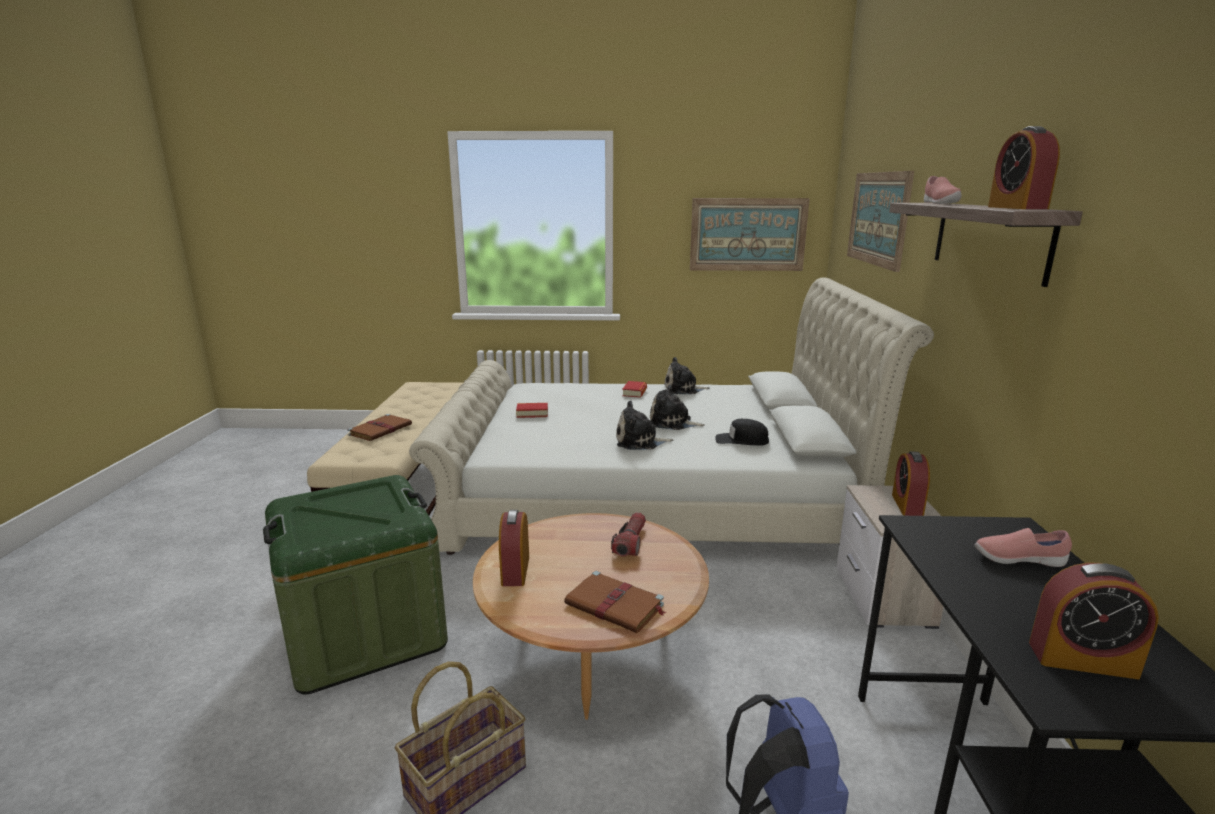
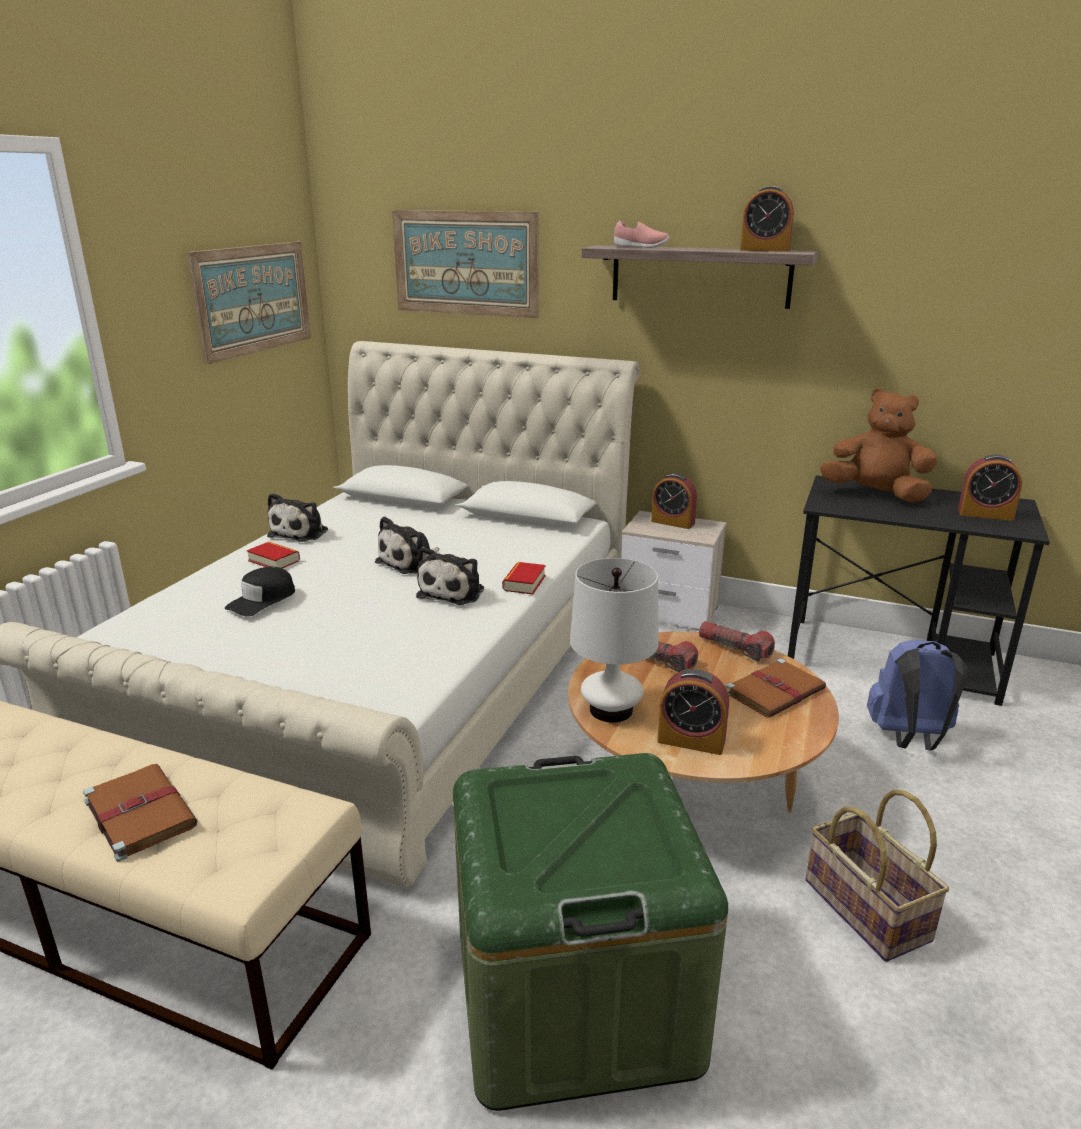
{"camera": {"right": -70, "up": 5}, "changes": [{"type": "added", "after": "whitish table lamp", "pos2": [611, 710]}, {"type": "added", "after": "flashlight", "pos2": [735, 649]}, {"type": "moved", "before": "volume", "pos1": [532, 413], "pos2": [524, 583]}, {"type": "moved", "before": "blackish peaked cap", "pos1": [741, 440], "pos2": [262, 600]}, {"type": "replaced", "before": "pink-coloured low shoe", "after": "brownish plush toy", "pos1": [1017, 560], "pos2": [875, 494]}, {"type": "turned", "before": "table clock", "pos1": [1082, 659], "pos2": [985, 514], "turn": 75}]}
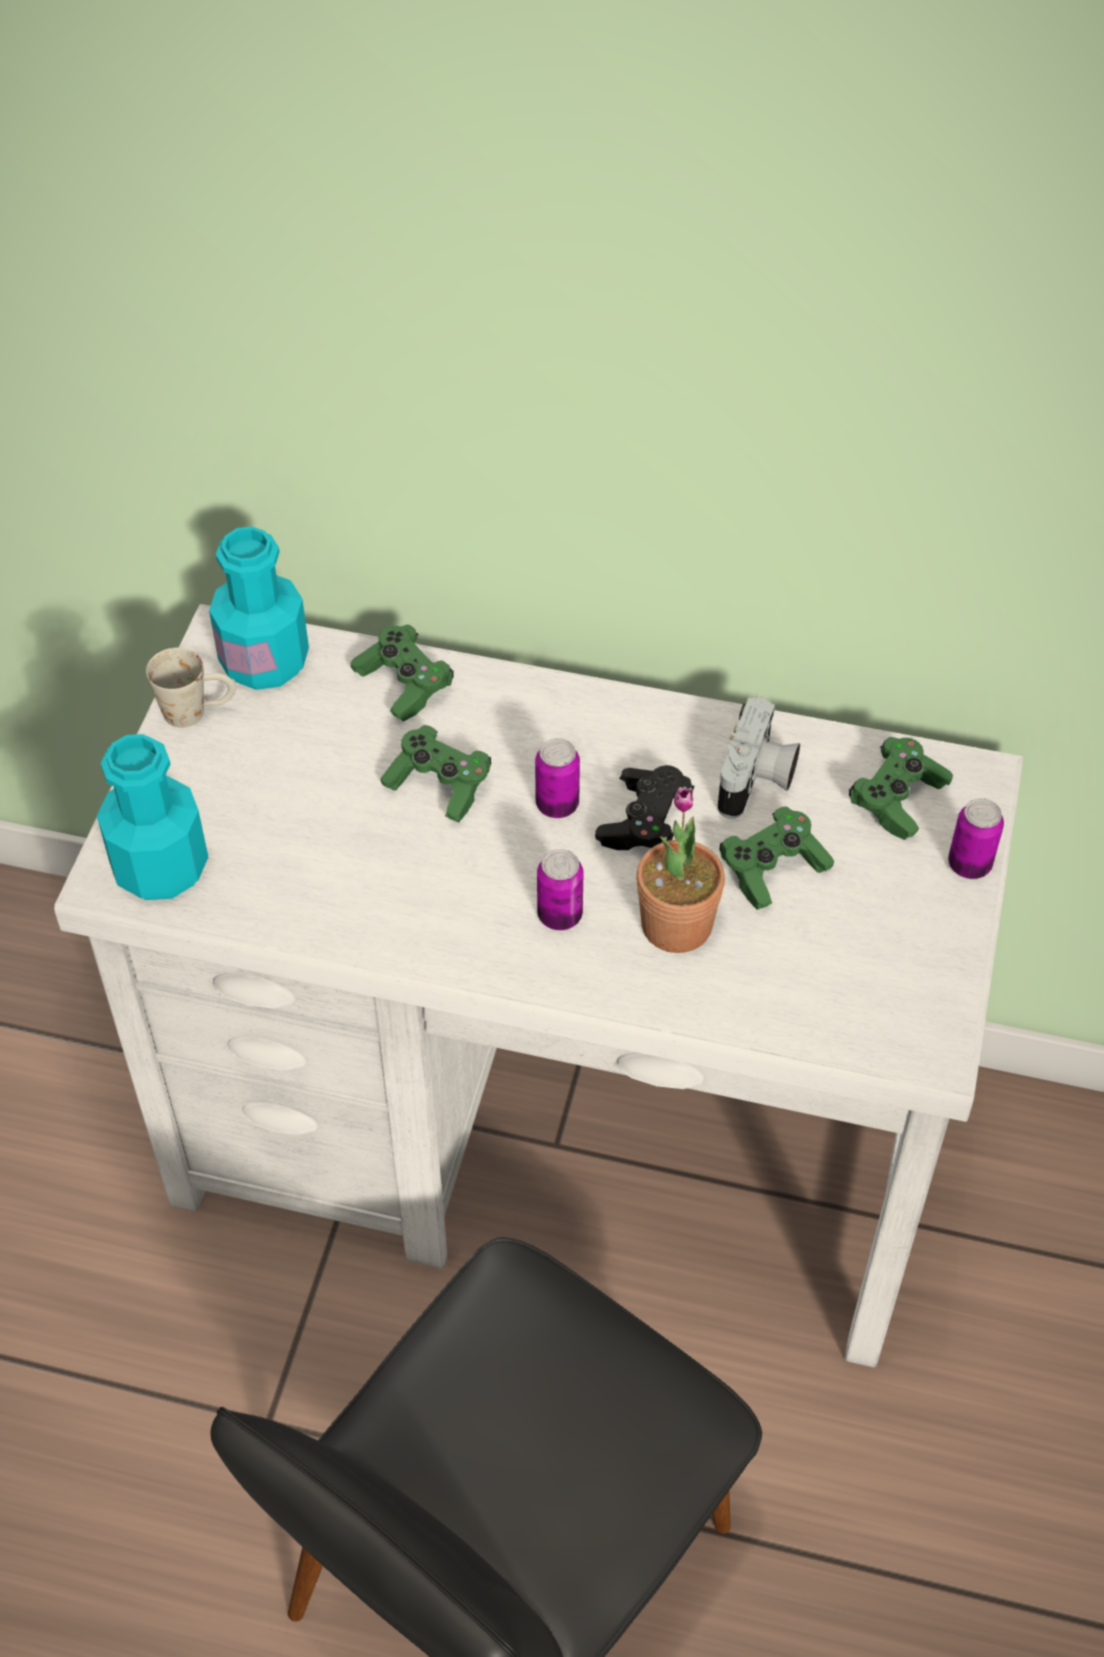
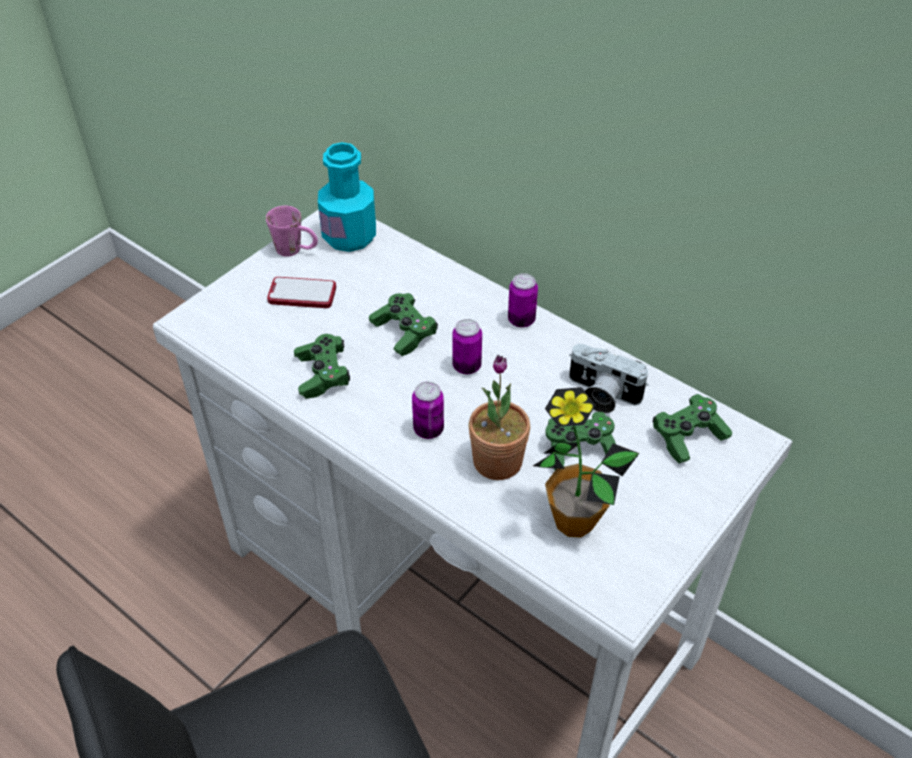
{"camera": {"right": 25, "up": -5}, "changes": [{"type": "removed", "before": "turquoise drink bottle", "pos1": [160, 867]}, {"type": "removed", "before": "blackish joypad", "pos1": [644, 821]}, {"type": "added", "after": "handset", "pos2": [302, 294]}, {"type": "added", "after": "houseplant", "pos2": [574, 521]}, {"type": "moved", "before": "green joypad", "pos1": [404, 684], "pos2": [322, 374]}, {"type": "moved", "before": "metal can", "pos1": [969, 865], "pos2": [521, 320]}, {"type": "recoloured", "before": "whitish tea mug", "after": "pink-coloured tea mug", "pos1": [198, 711], "pos2": [296, 250]}, {"type": "turned", "before": "still camera", "pos1": [757, 780], "pos2": [601, 394], "turn": 75}]}
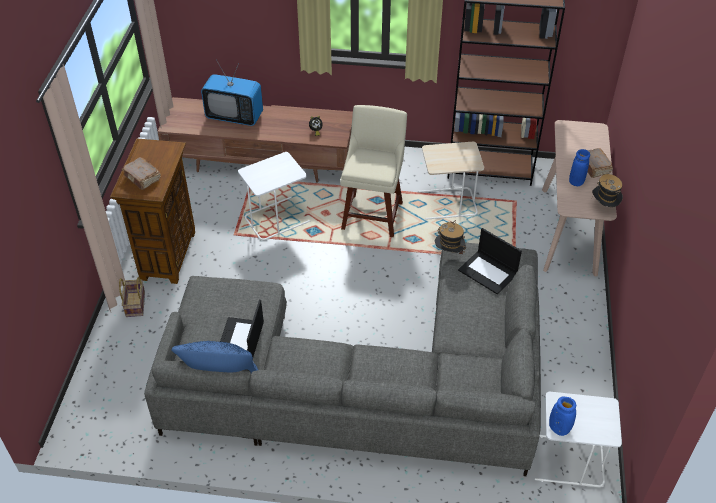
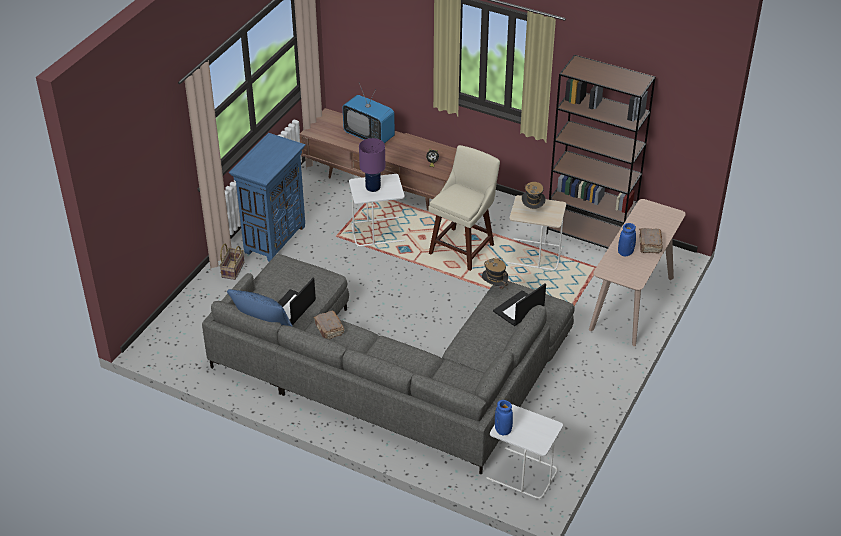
{"camera": {"right": 20, "up": -5}, "changes": [{"type": "added", "after": "purple table lamp", "pos2": [373, 189]}, {"type": "moved", "before": "brownish volume", "pos1": [142, 178], "pos2": [329, 329]}, {"type": "moved", "before": "clothing hat", "pos1": [603, 207], "pos2": [532, 210]}, {"type": "recoloured", "before": "brownish cupboard", "after": "blue-coloured cupboard", "pos1": [167, 255], "pos2": [274, 239]}, {"type": "turned", "before": "portable computer", "pos1": [488, 272], "pos2": [518, 309], "turn": 75}]}
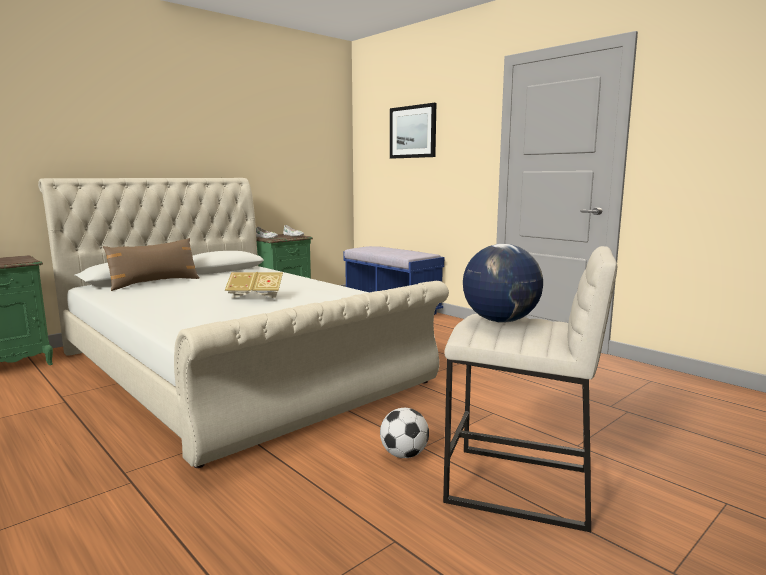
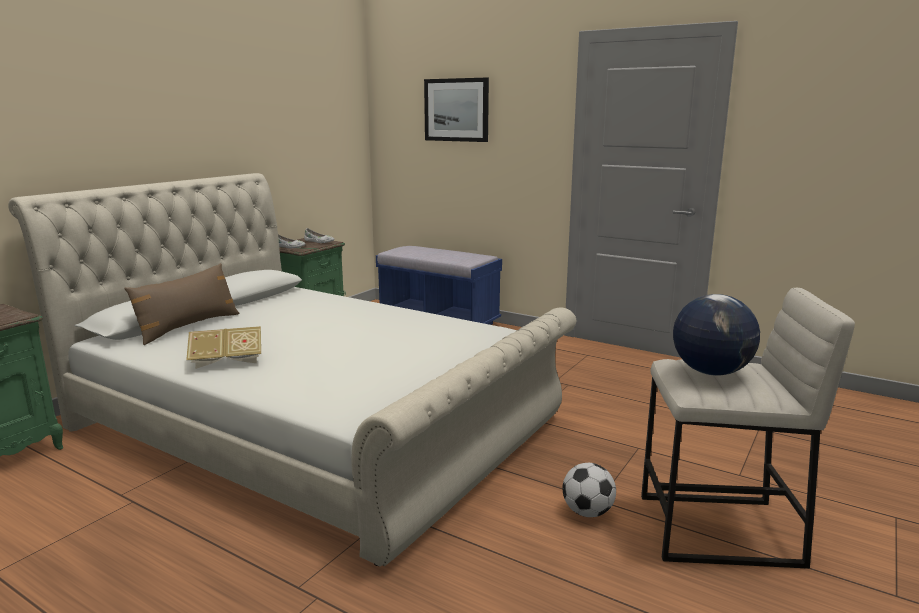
{"camera": {"right": -15, "up": 5}, "changes": [{"type": "moved", "before": "volume", "pos1": [255, 296], "pos2": [227, 361]}]}
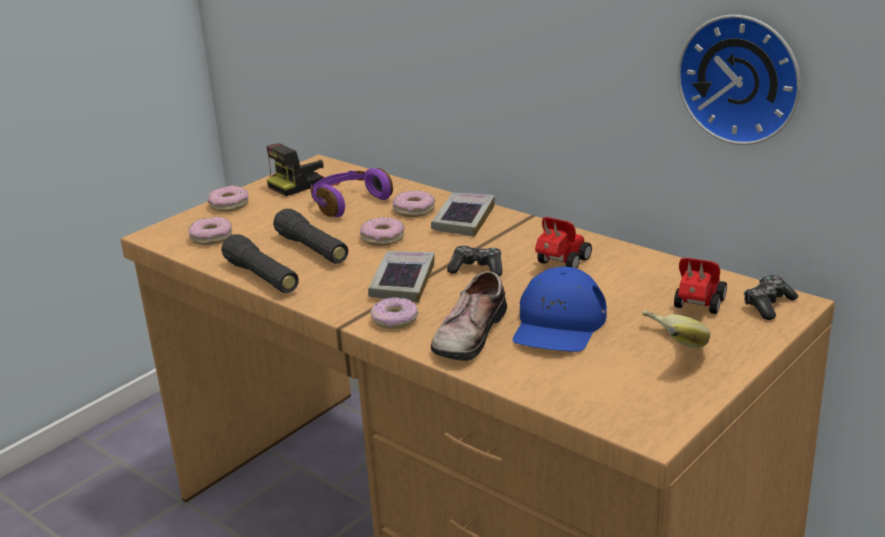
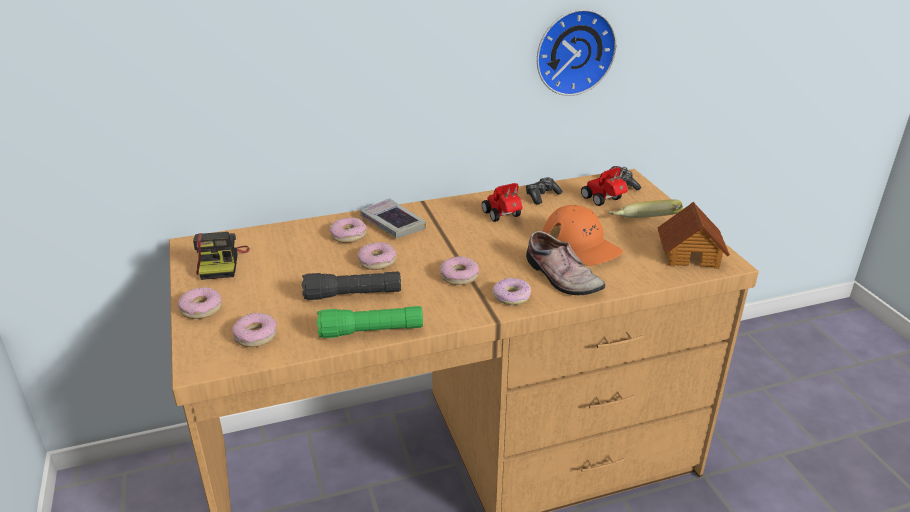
{"camera": {"right": -60, "up": 5}, "changes": [{"type": "removed", "before": "purple headphones", "pos1": [348, 203]}, {"type": "added", "after": "miniature house", "pos2": [690, 254]}, {"type": "moved", "before": "joypad", "pos1": [477, 269], "pos2": [542, 196]}, {"type": "replaced", "before": "volume", "after": "donut", "pos1": [402, 282], "pos2": [458, 276]}, {"type": "recoloured", "before": "blackish flashlight", "after": "green flashlight", "pos1": [262, 277], "pos2": [371, 331]}, {"type": "recoloured", "before": "blue-coloured peaked cap", "after": "orangey peaked cap", "pos1": [558, 324], "pos2": [581, 245]}]}
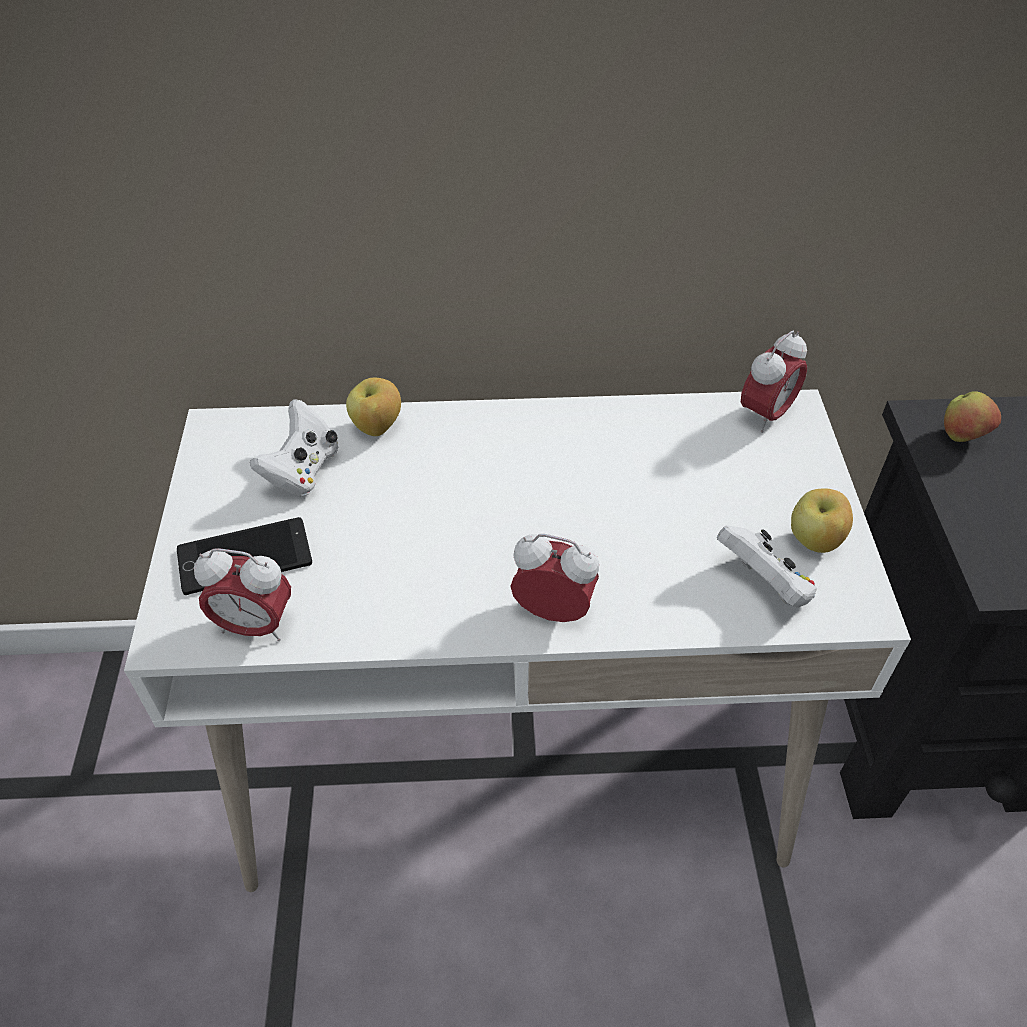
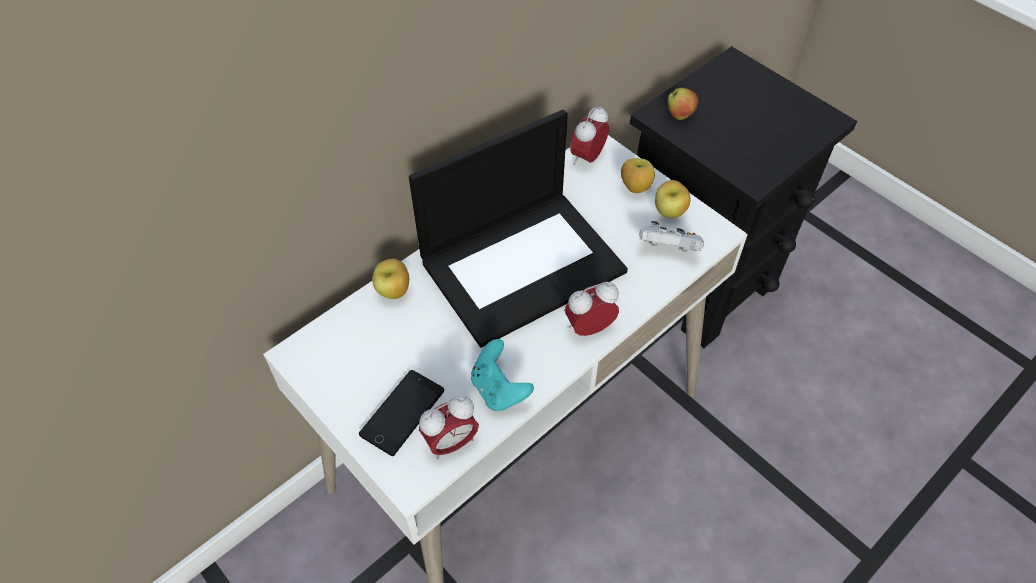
{"camera": {"right": -40, "up": 5}, "changes": [{"type": "removed", "before": "whitish joypad", "pos1": [302, 470]}, {"type": "added", "after": "portable computer", "pos2": [523, 264]}, {"type": "added", "after": "turquoise joypad", "pos2": [499, 389]}, {"type": "added", "after": "apple", "pos2": [635, 188]}, {"type": "turned", "before": "table clock", "pos1": [765, 415], "pos2": [587, 157], "turn": -150}]}
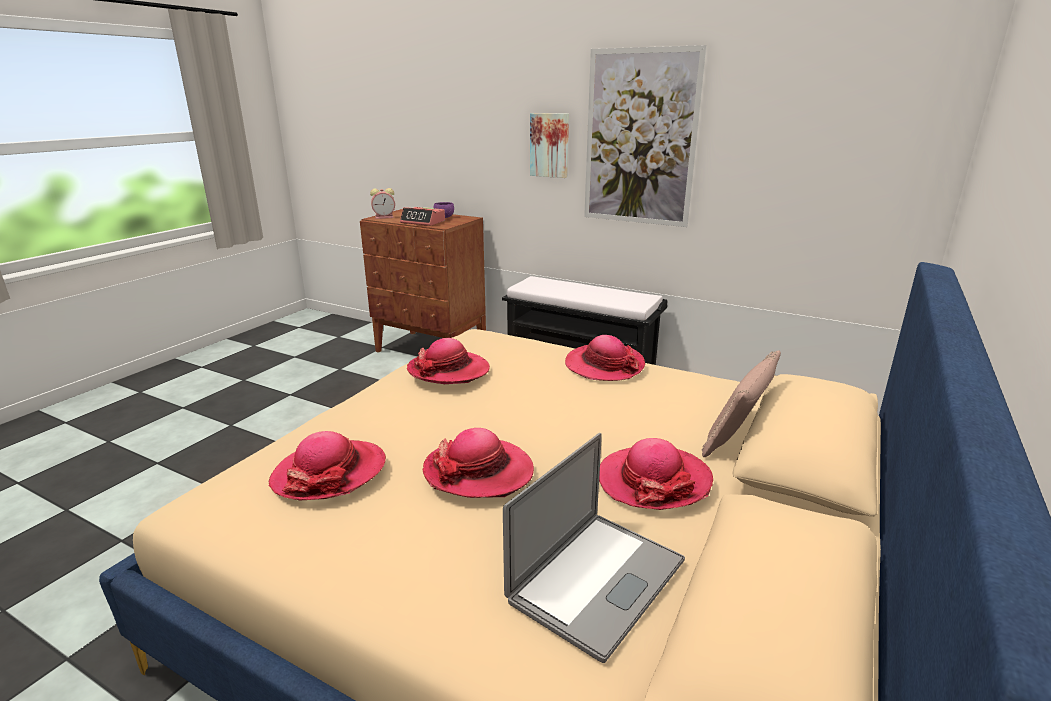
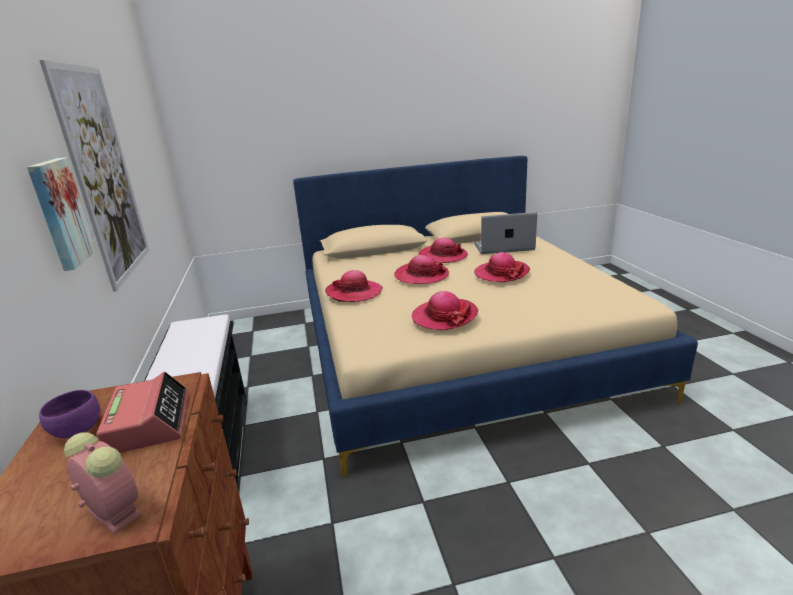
{"camera": {"right": -130, "up": 0}, "changes": [{"type": "removed", "before": "beige-coloured throw pillow", "pos1": [736, 435]}, {"type": "moved", "before": "clothing hat", "pos1": [330, 473], "pos2": [421, 276]}]}
